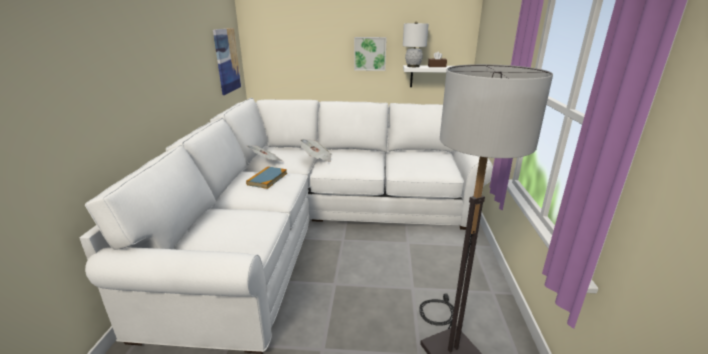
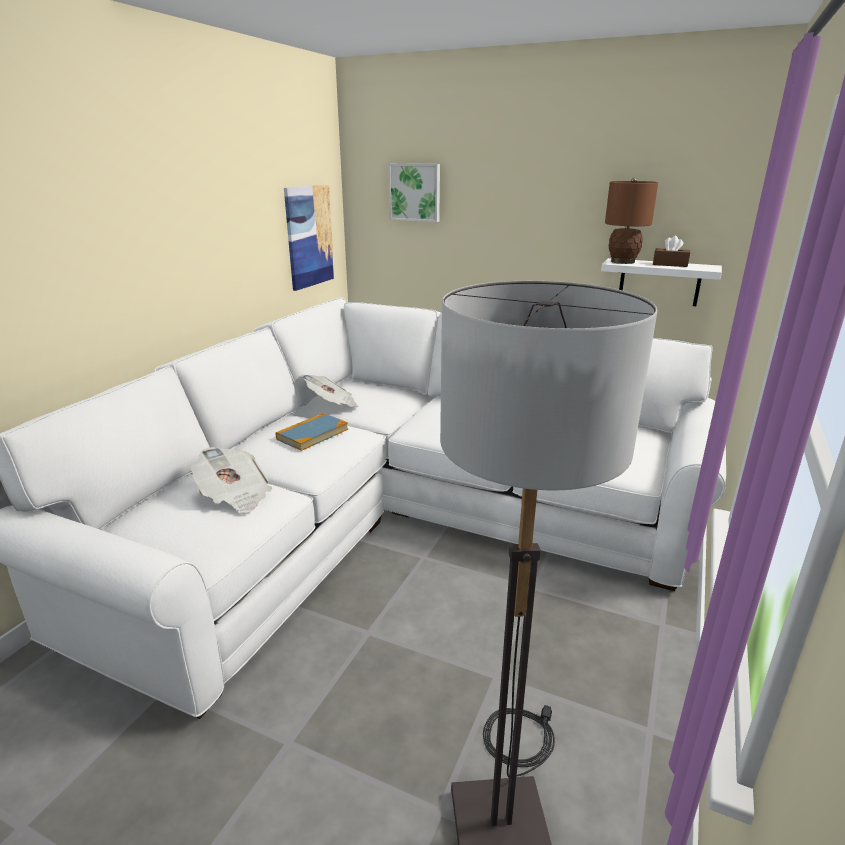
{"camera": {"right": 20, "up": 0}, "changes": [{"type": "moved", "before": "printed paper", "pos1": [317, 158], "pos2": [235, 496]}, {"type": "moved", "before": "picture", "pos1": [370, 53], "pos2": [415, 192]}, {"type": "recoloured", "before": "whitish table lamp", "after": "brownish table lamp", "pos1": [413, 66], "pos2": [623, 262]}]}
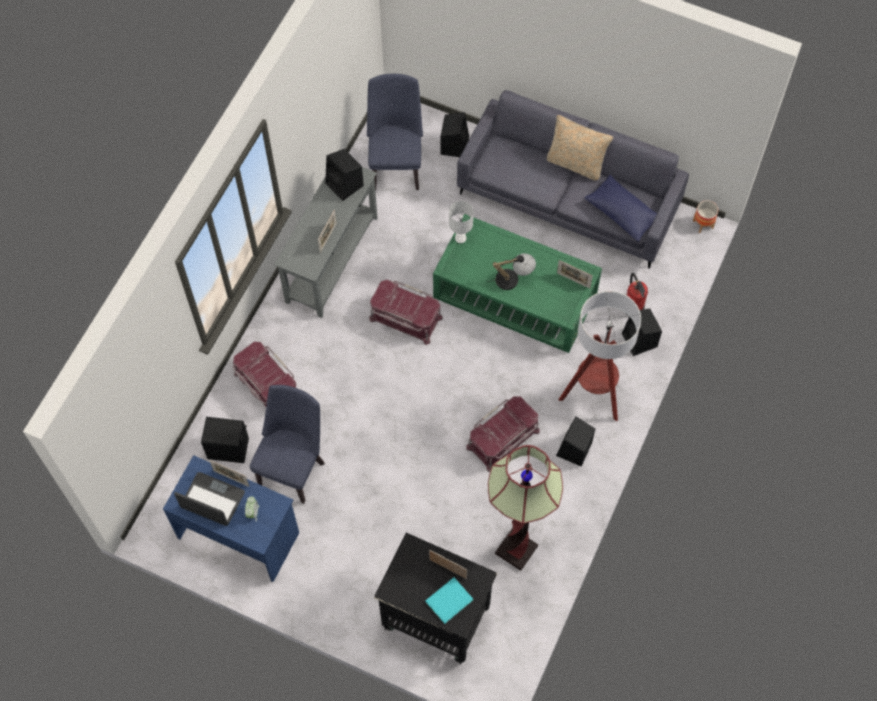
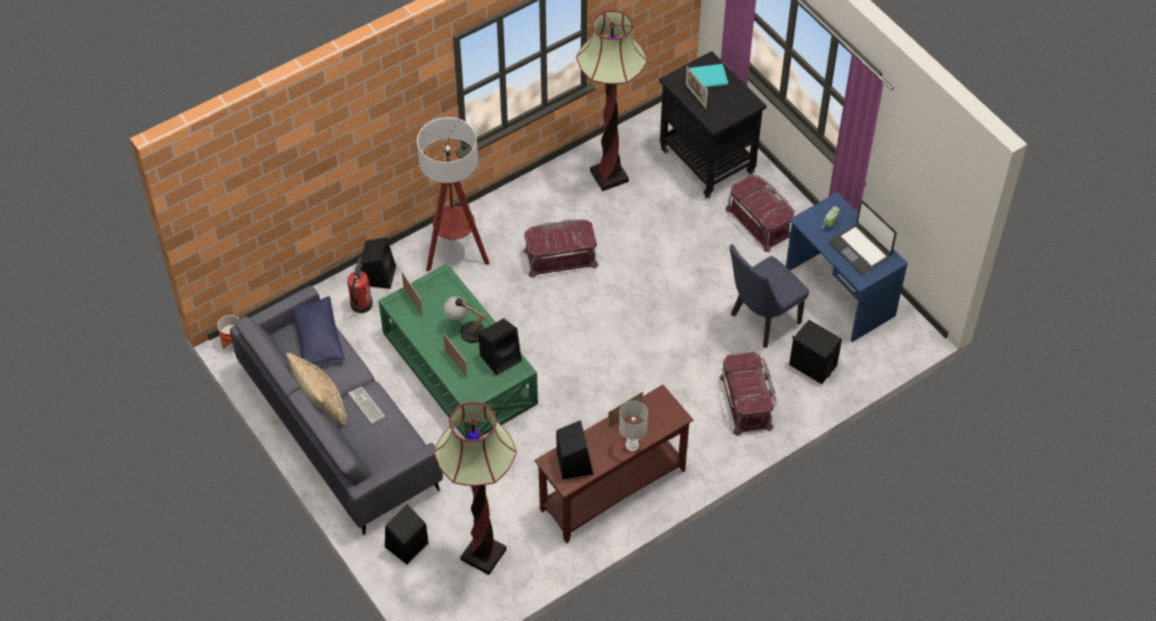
{"camera": {"right": -150, "up": -10}, "changes": [{"type": "added", "after": "PC keyboard", "pos2": [366, 405]}, {"type": "moved", "before": "photo frame", "pos1": [231, 478], "pos2": [456, 363]}, {"type": "moved", "before": "red storage box", "pos1": [405, 319], "pos2": [760, 222]}, {"type": "moved", "before": "whitish table lamp", "pos1": [460, 238], "pos2": [632, 446]}, {"type": "moved", "before": "blackish speaker", "pos1": [574, 450], "pos2": [501, 357]}, {"type": "replaced", "before": "blue-coloured upright chair", "after": "standing lamp", "pos1": [396, 166], "pos2": [483, 554]}, {"type": "recoloured", "before": "grey hall table", "after": "brownish hall table", "pos1": [331, 259], "pos2": [612, 490]}]}
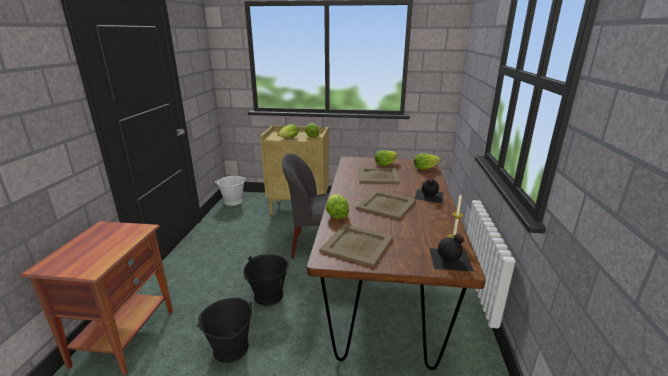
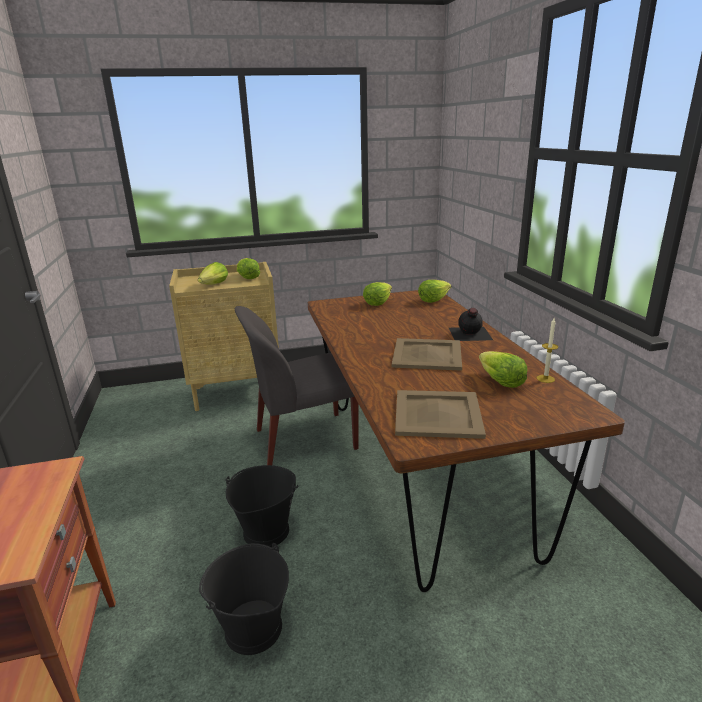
{"camera": {"right": -20, "up": 0}, "changes": [{"type": "removed", "before": "whitish water bucket", "pos1": [233, 201]}, {"type": "removed", "before": "beige-coloured serving tray", "pos1": [378, 175]}, {"type": "removed", "before": "blackish drink bottle", "pos1": [451, 259]}, {"type": "moved", "before": "lettuce", "pos1": [336, 214], "pos2": [500, 381]}]}
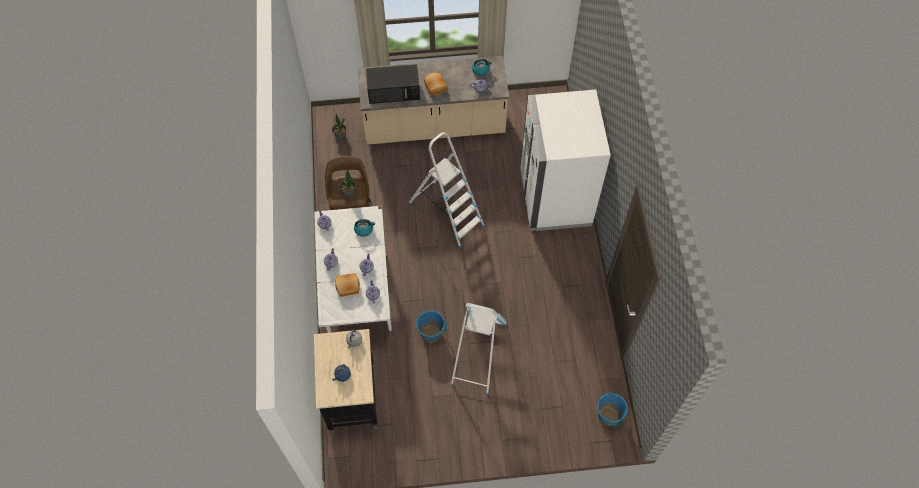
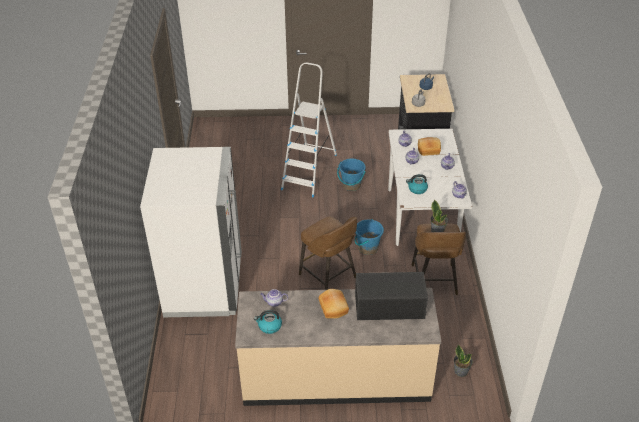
{"camera": {"right": -175, "up": -20}, "changes": [{"type": "moved", "before": "blue-coloured water bucket", "pos1": [608, 416], "pos2": [367, 248]}, {"type": "replaced", "before": "whitish stepladder", "after": "brownish stool seat", "pos1": [446, 214], "pos2": [329, 277]}]}
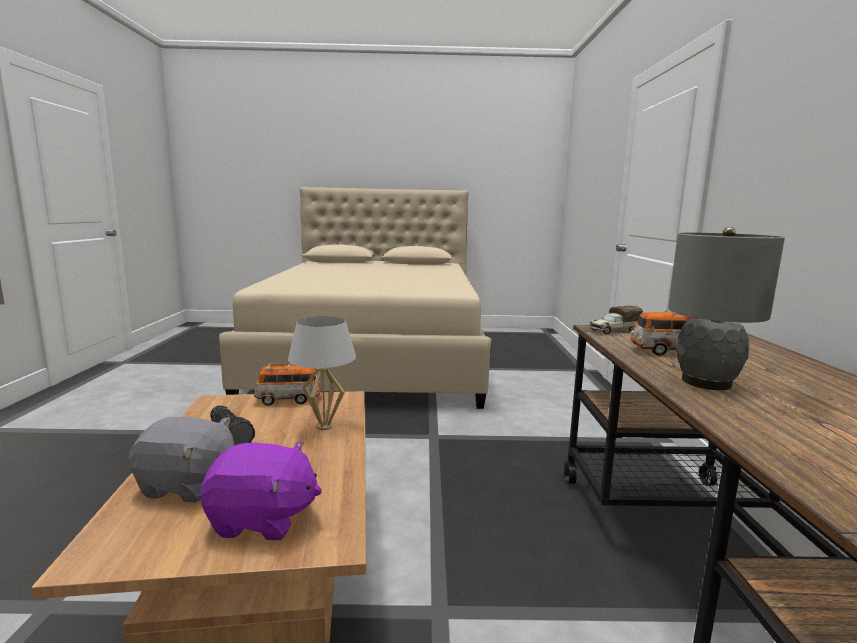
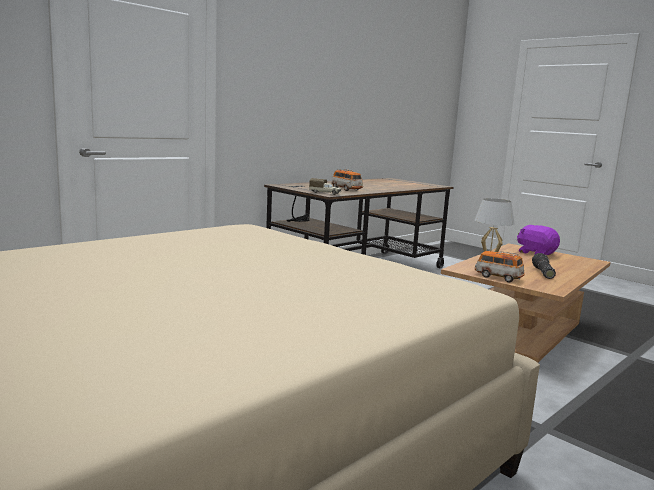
{"camera": {"right": -135, "up": 0}, "changes": [{"type": "removed", "before": "grey plush toy", "pos1": [188, 485]}, {"type": "removed", "before": "grey table lamp", "pos1": [705, 382]}]}
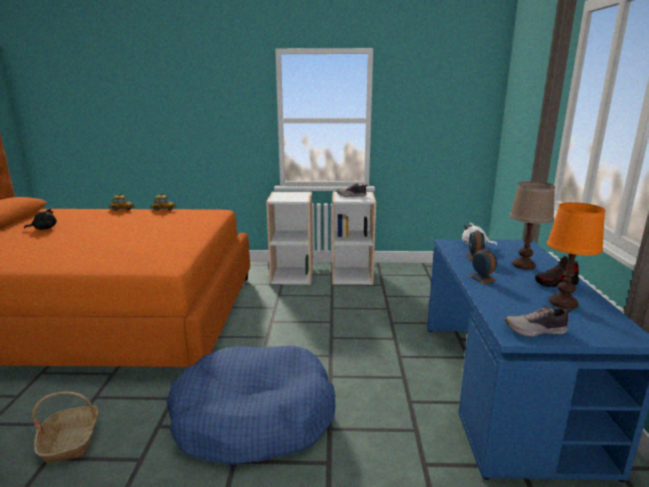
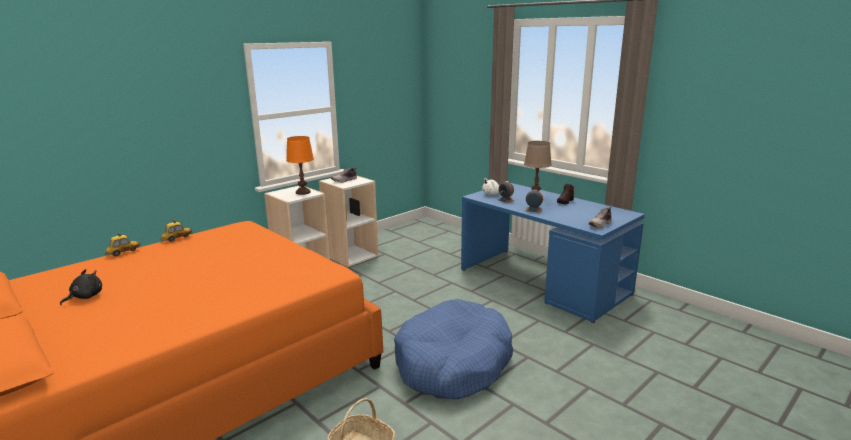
{"camera": {"right": -45, "up": 0}, "changes": [{"type": "moved", "before": "orangey table lamp", "pos1": [563, 303], "pos2": [303, 192]}]}
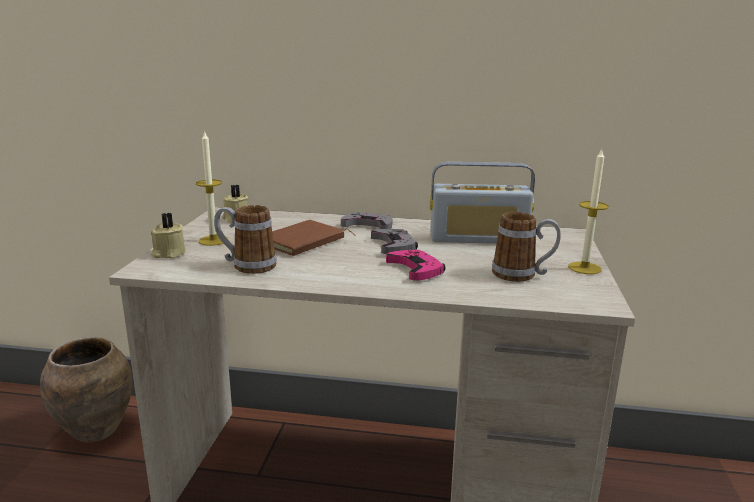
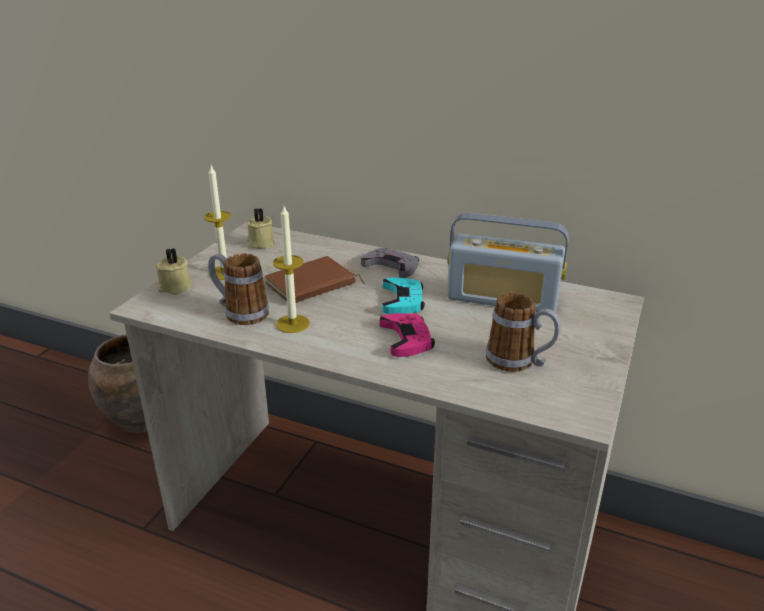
{"camera": {"right": 15, "up": 10}, "changes": [{"type": "moved", "before": "wax light", "pos1": [584, 268], "pos2": [292, 324]}, {"type": "recoloured", "before": "grey joypad", "after": "turquoise joypad", "pos1": [394, 246], "pos2": [403, 301]}]}
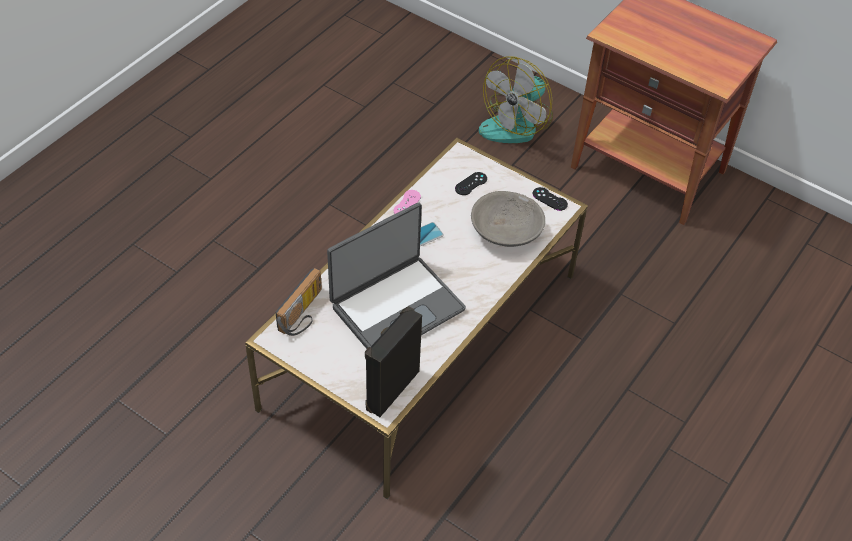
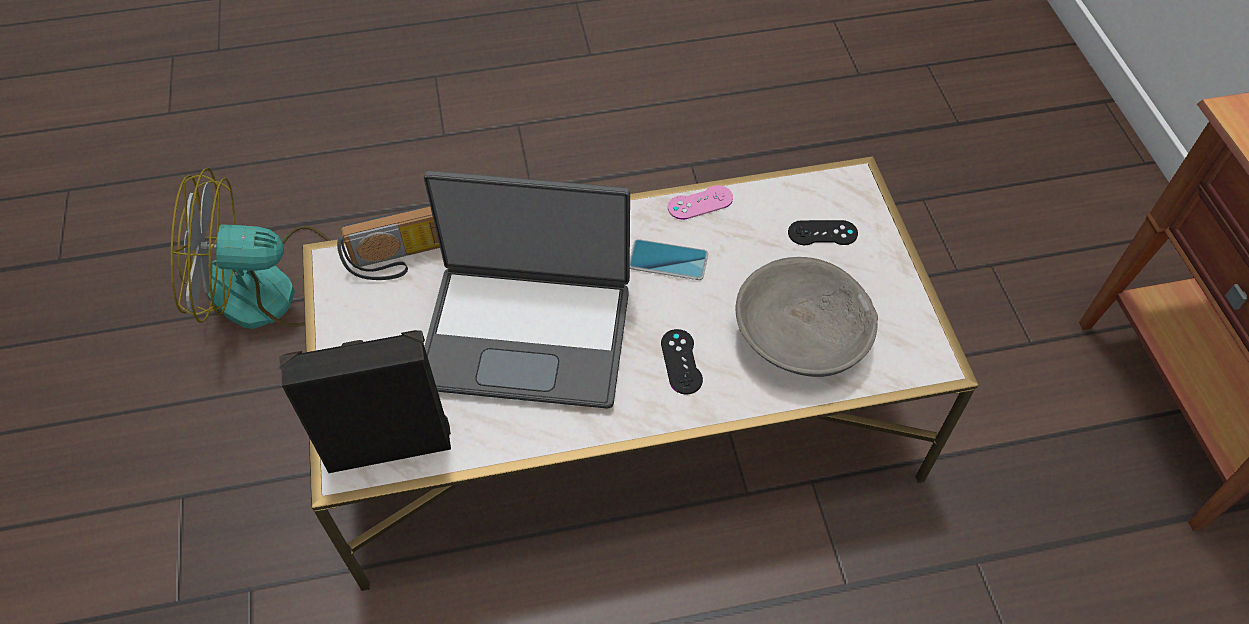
{"camera": {"right": 45, "up": 5}, "changes": [{"type": "moved", "before": "cooling fan", "pos1": [517, 123], "pos2": [273, 291]}, {"type": "moved", "before": "blackish joypad", "pos1": [549, 199], "pos2": [681, 361]}]}
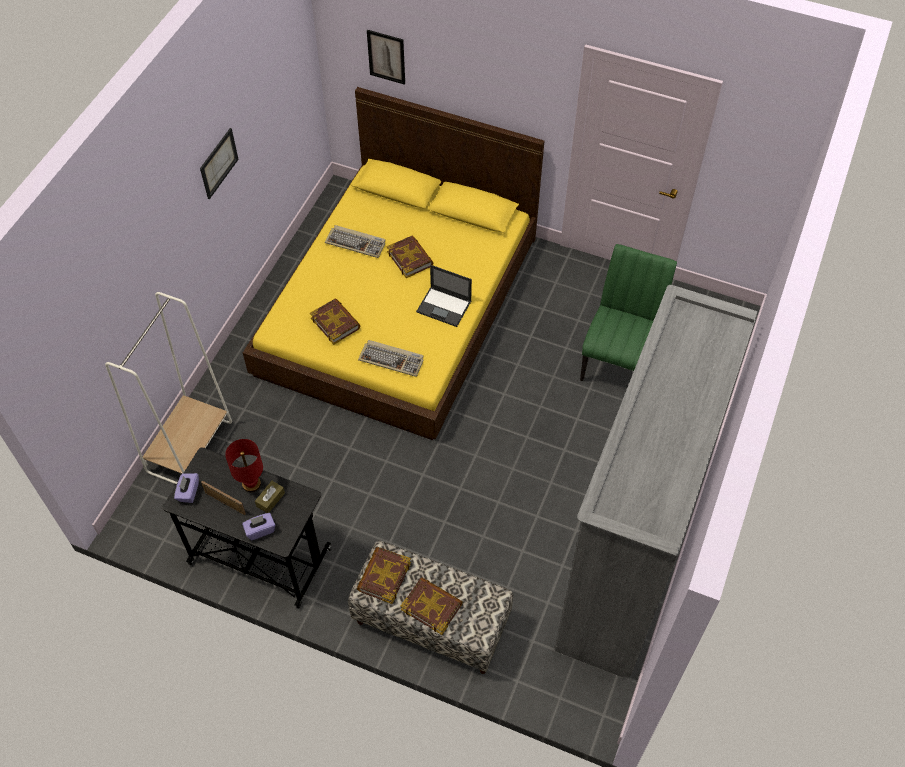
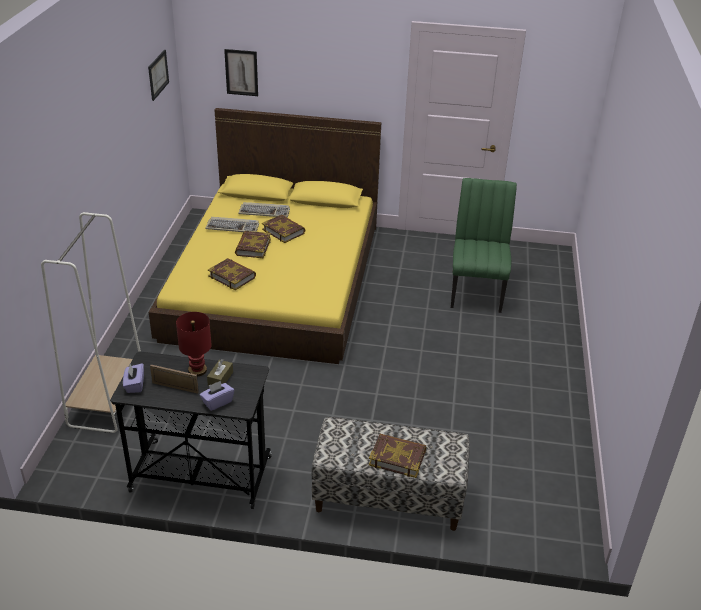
{"camera": {"right": -15, "up": -20}, "changes": [{"type": "removed", "before": "portable computer", "pos1": [444, 307]}, {"type": "removed", "before": "grey armoire", "pos1": [627, 560]}, {"type": "moved", "before": "picture", "pos1": [218, 163], "pos2": [158, 74]}, {"type": "moved", "before": "volume", "pos1": [384, 576], "pos2": [253, 247]}, {"type": "moved", "before": "PC keyboard", "pos1": [392, 359], "pos2": [265, 212]}]}
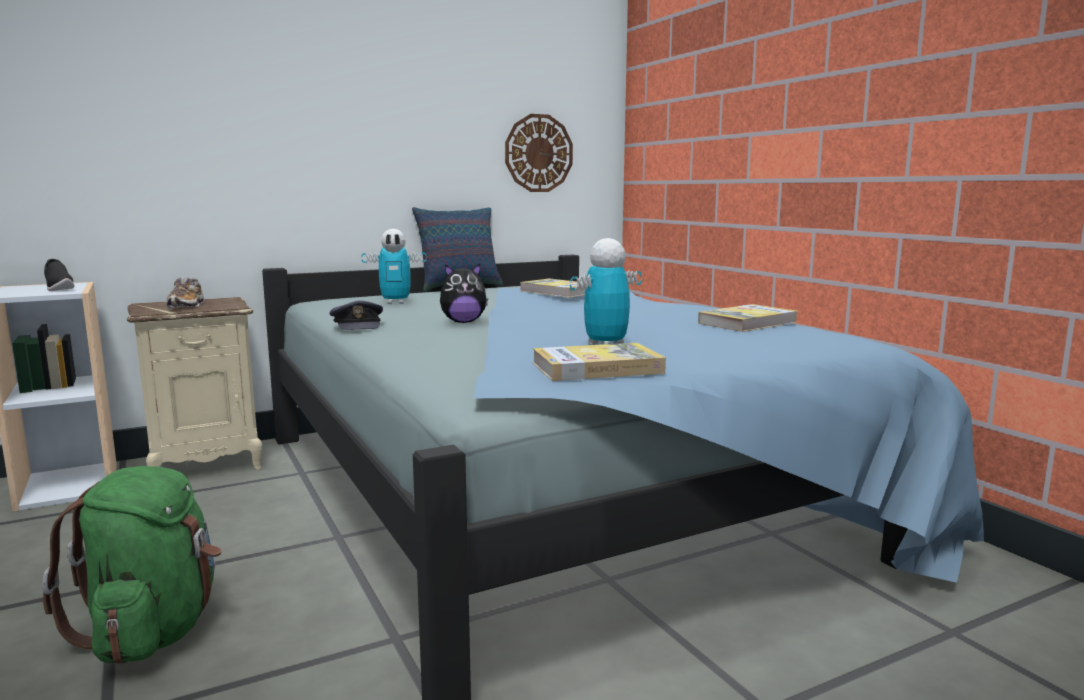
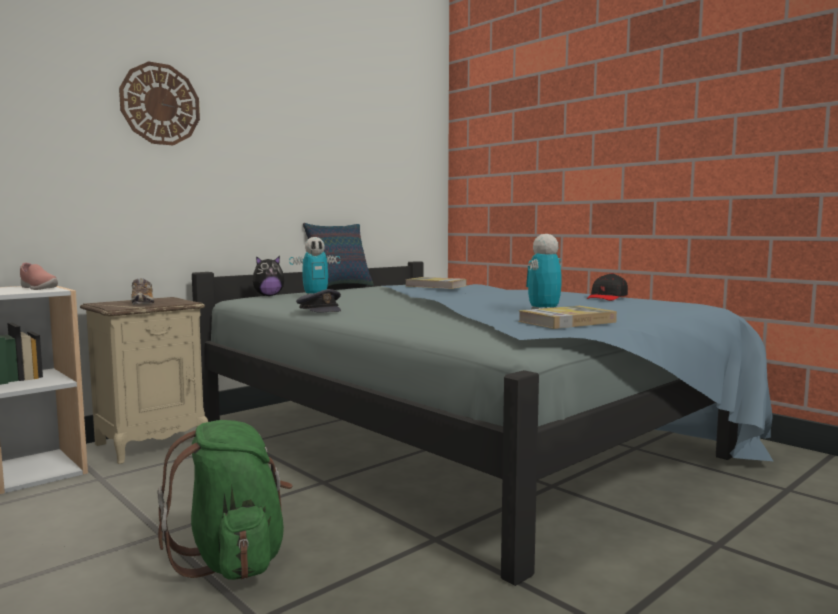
{"camera": {"right": -15, "up": -5}, "changes": [{"type": "moved", "before": "plush toy", "pos1": [463, 322], "pos2": [268, 296]}, {"type": "moved", "before": "hanging clock", "pos1": [538, 153], "pos2": [160, 104]}, {"type": "replaced", "before": "volume", "after": "blackish peaked cap", "pos1": [747, 323], "pos2": [607, 297]}, {"type": "recoloured", "before": "blackish low shoe", "after": "pink-coloured low shoe", "pos1": [58, 289], "pos2": [37, 288]}]}
